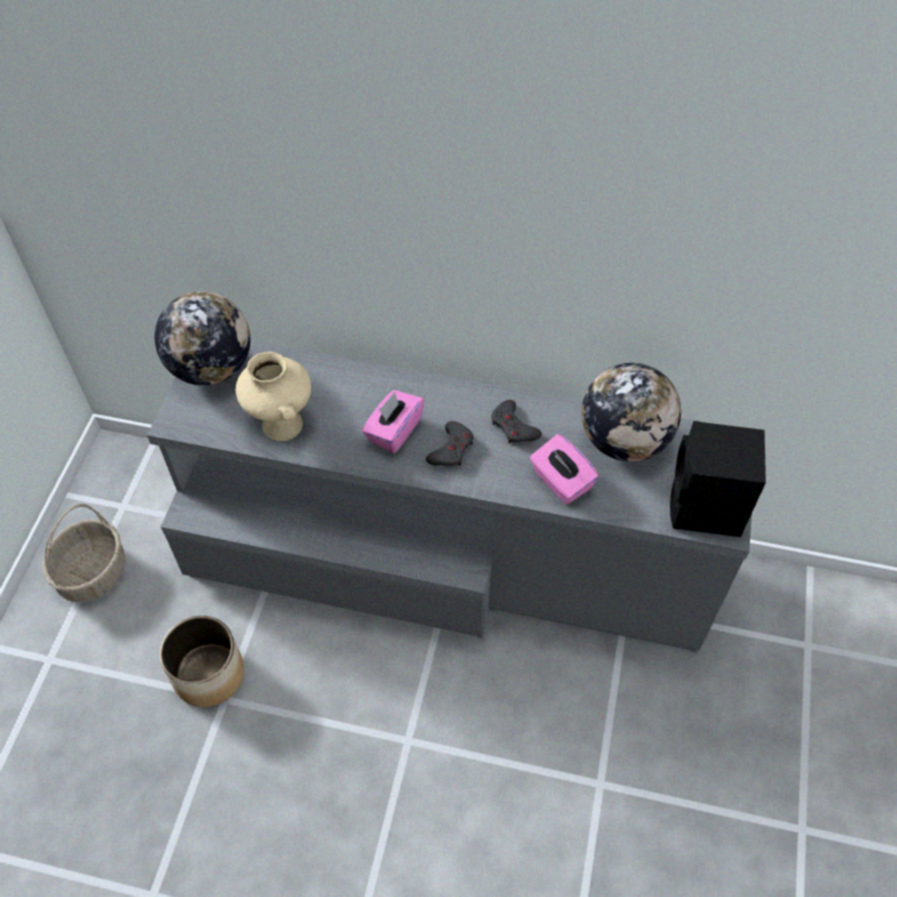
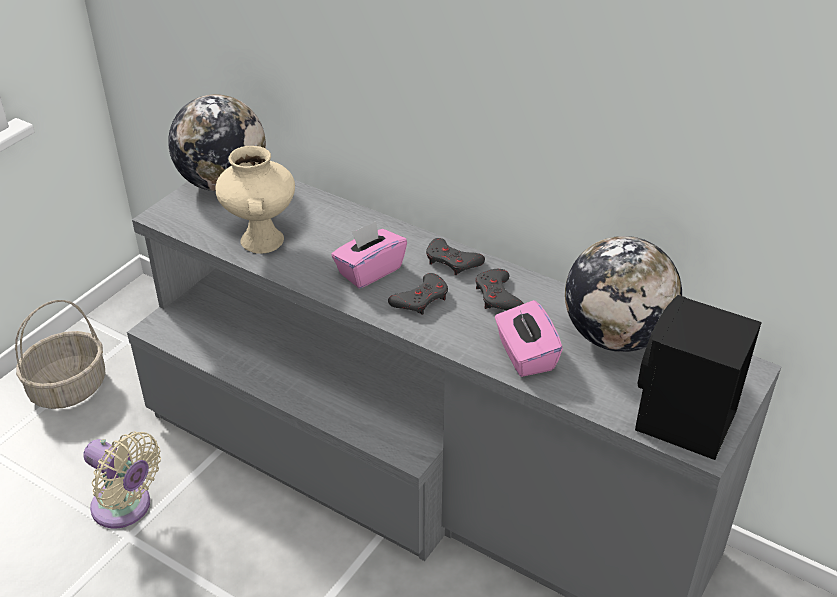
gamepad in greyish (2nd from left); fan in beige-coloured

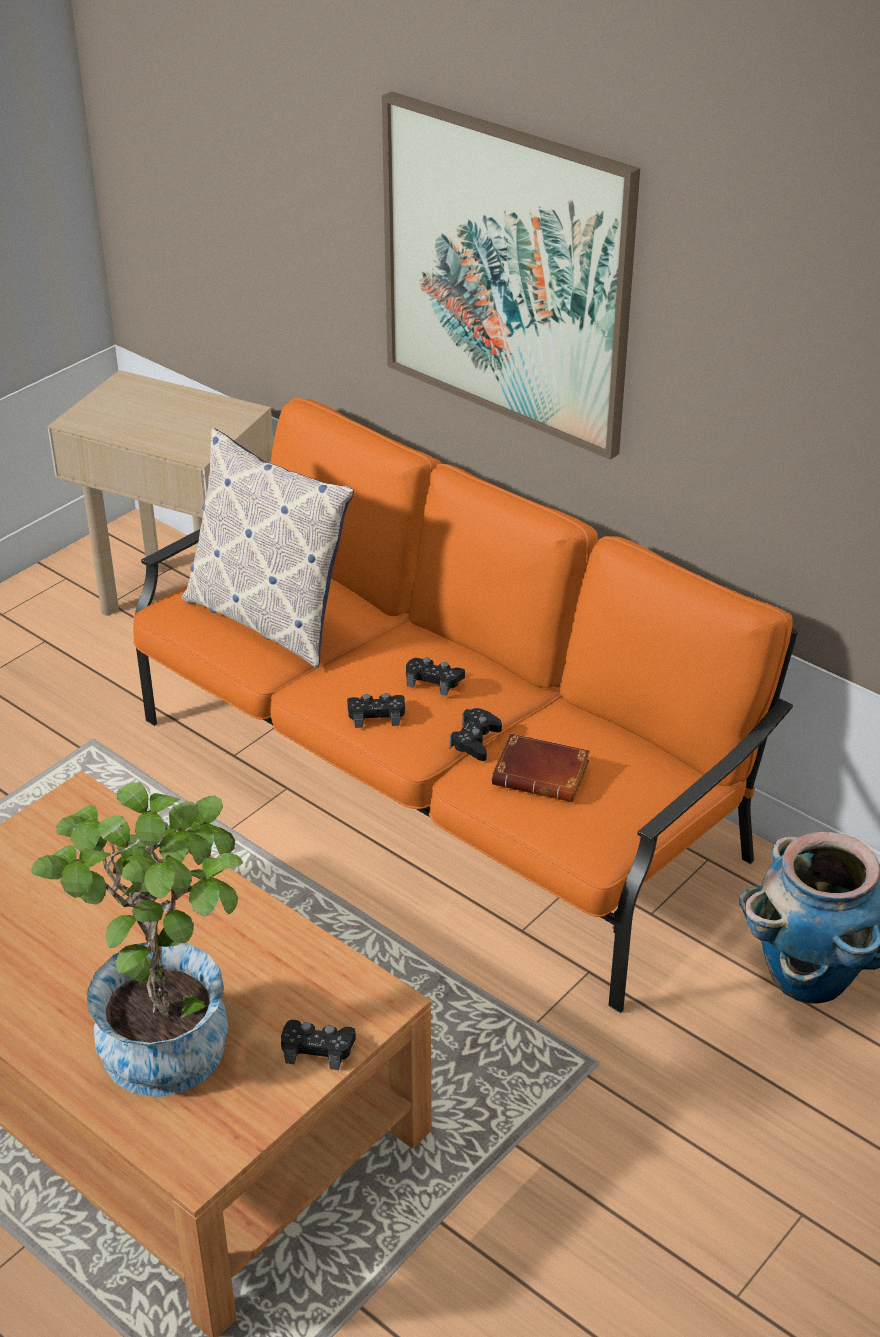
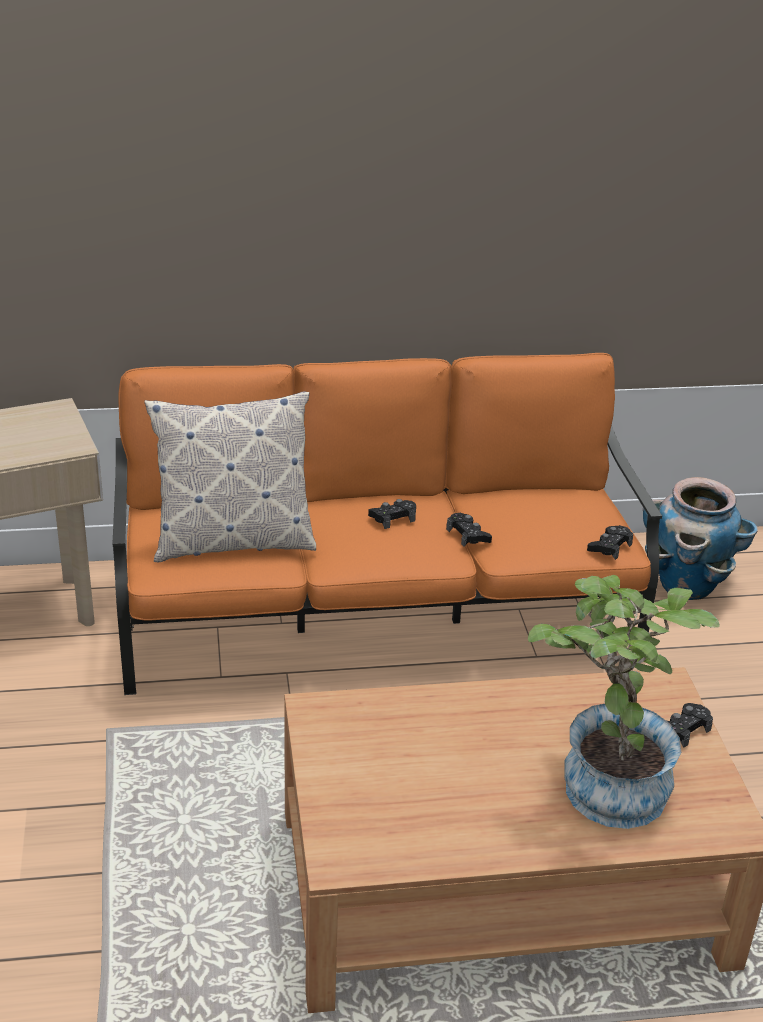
wall art; bound book in brown; gamepad in black-coloured (3rd from left)

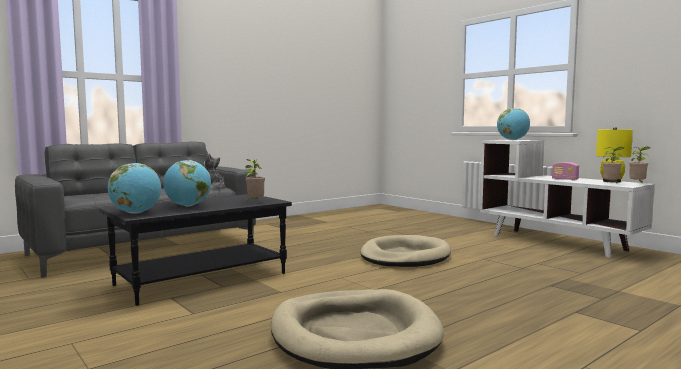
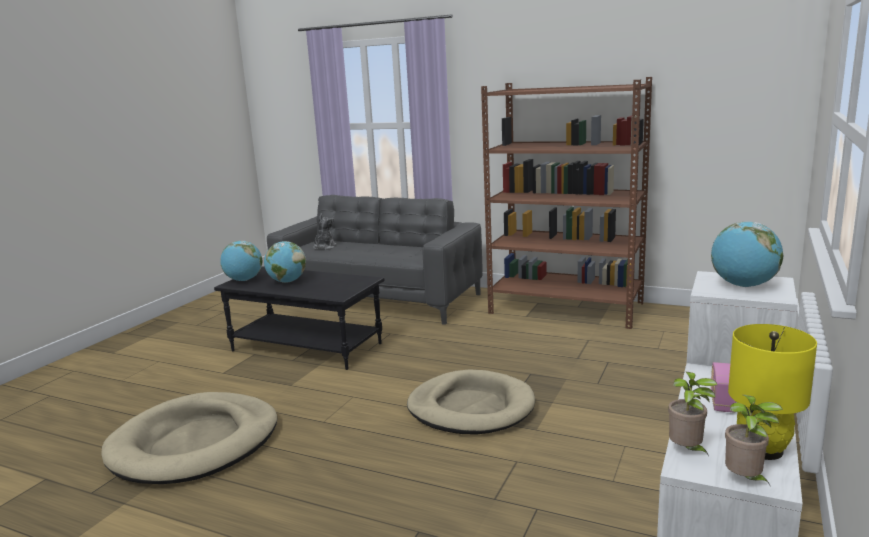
plant in a pot (1st from left in the first image); bookcase in brown; cuddly toy

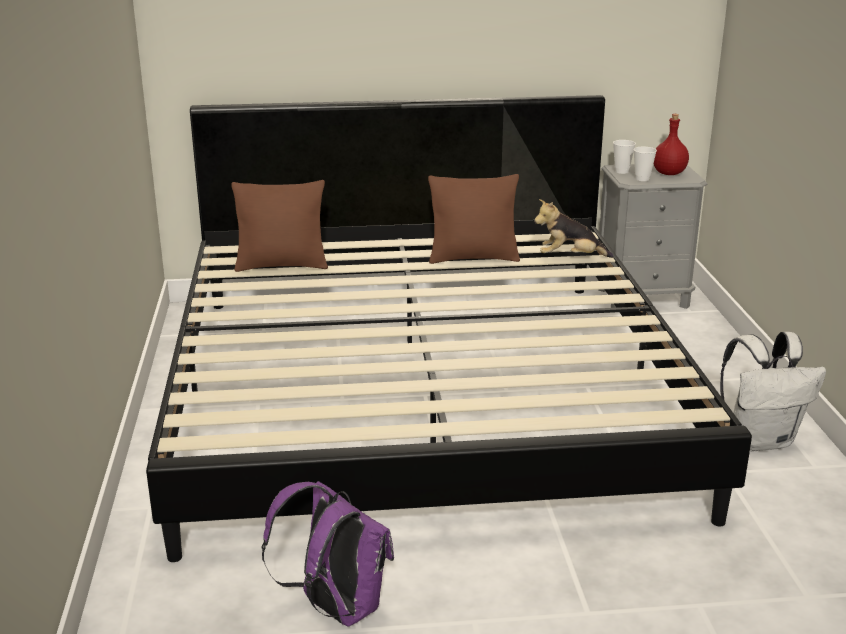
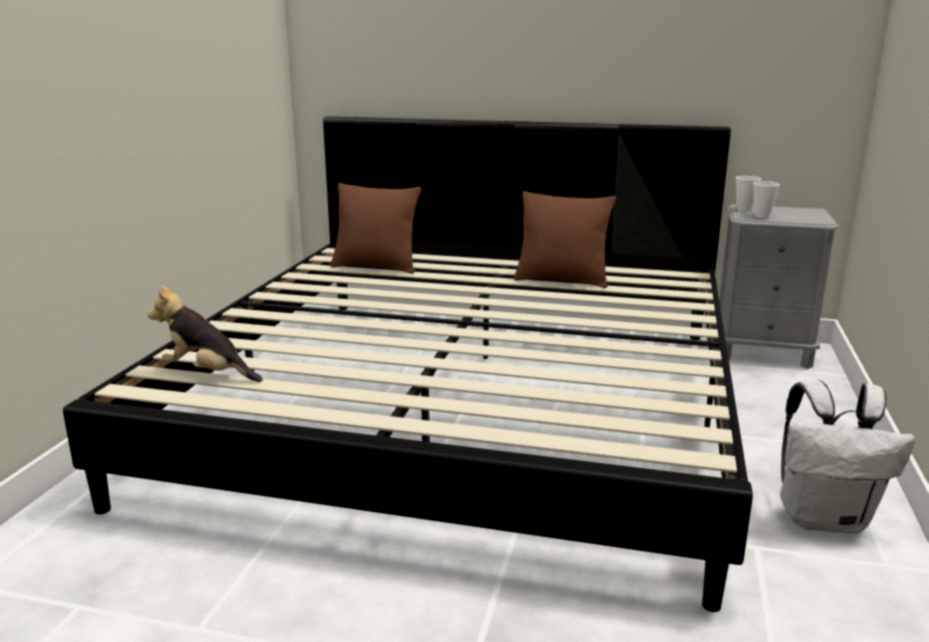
rucksack in purple-coloured; drink bottle in red; cuddly toy

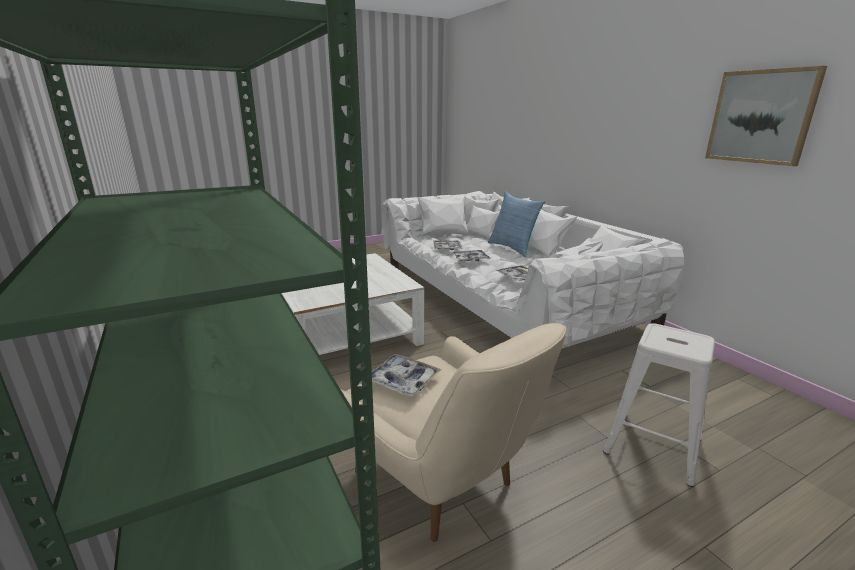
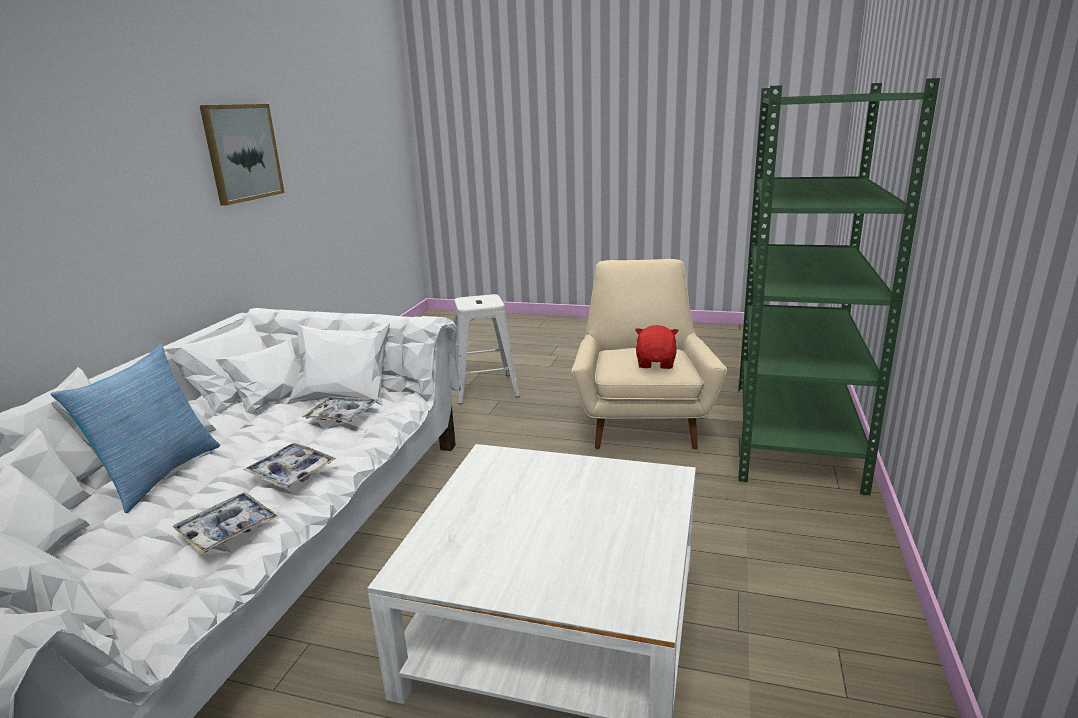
cuddly toy in red

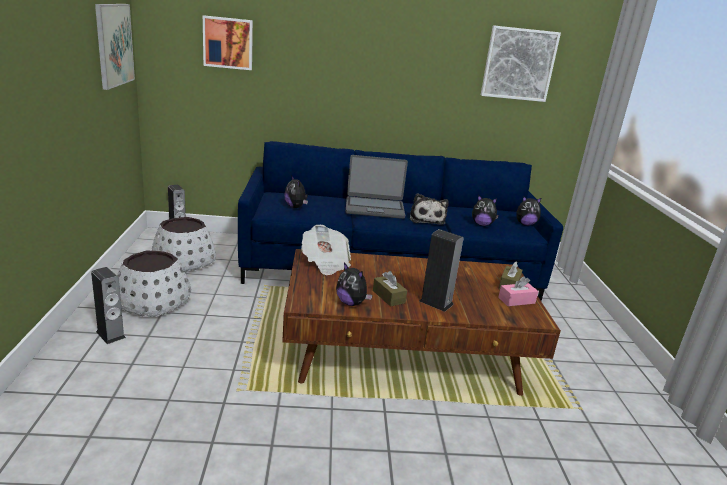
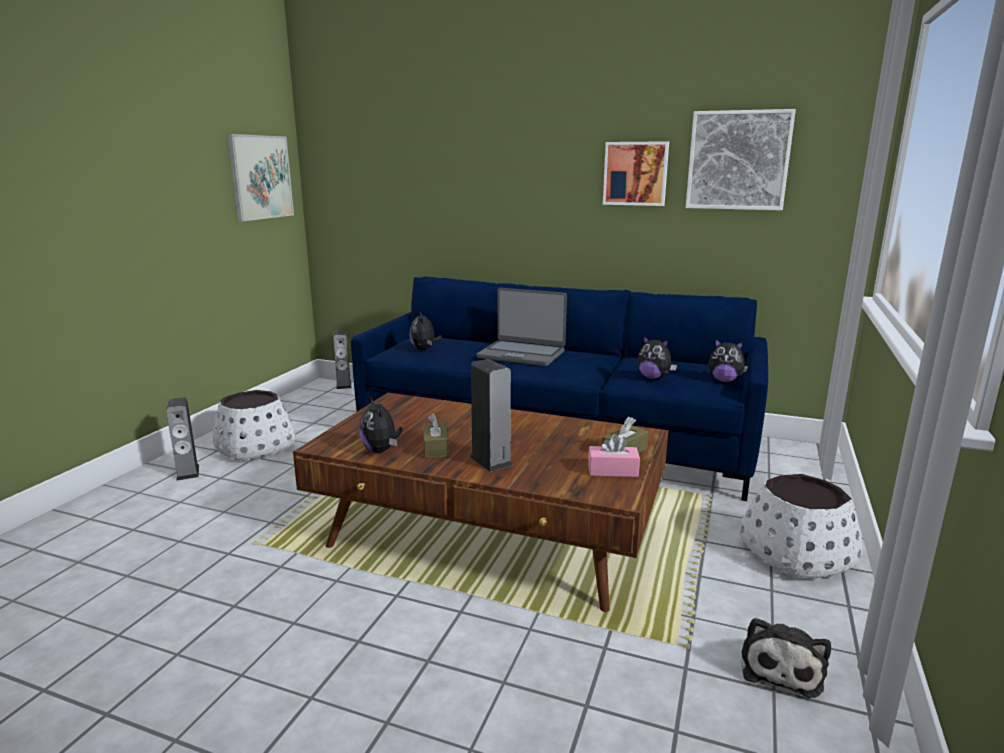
daily paper; flower pot in white-coloured (2nd from left); wall art (2nd from left); cuddly toy (5th from left)

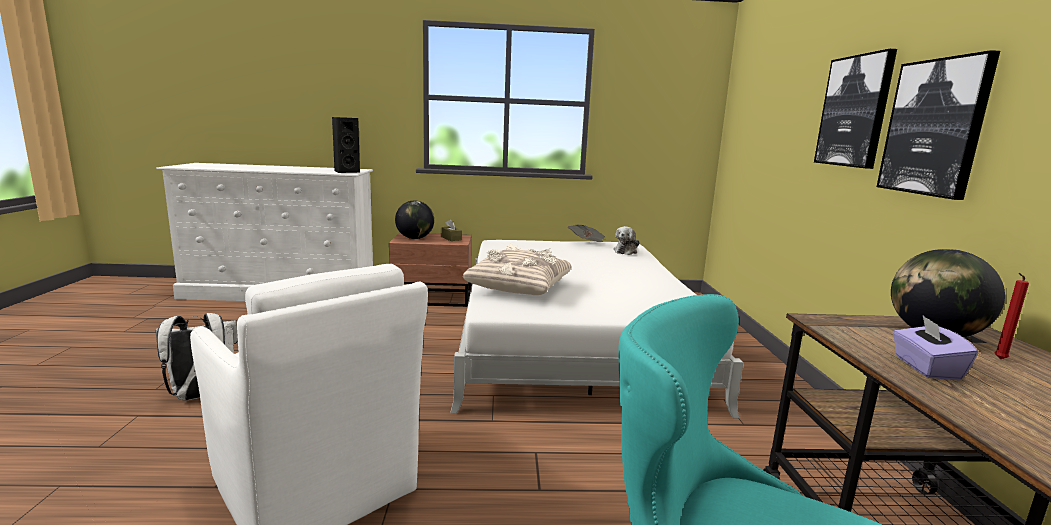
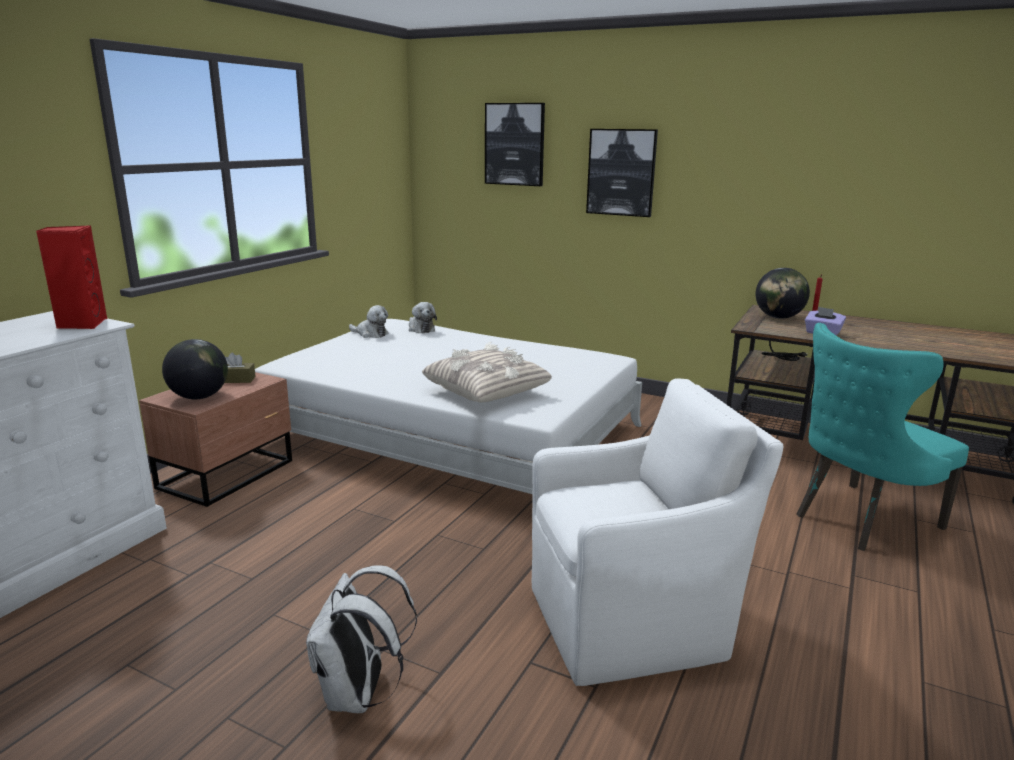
wall art (1st from left); cuddly toy (1st from left); audio speaker in red

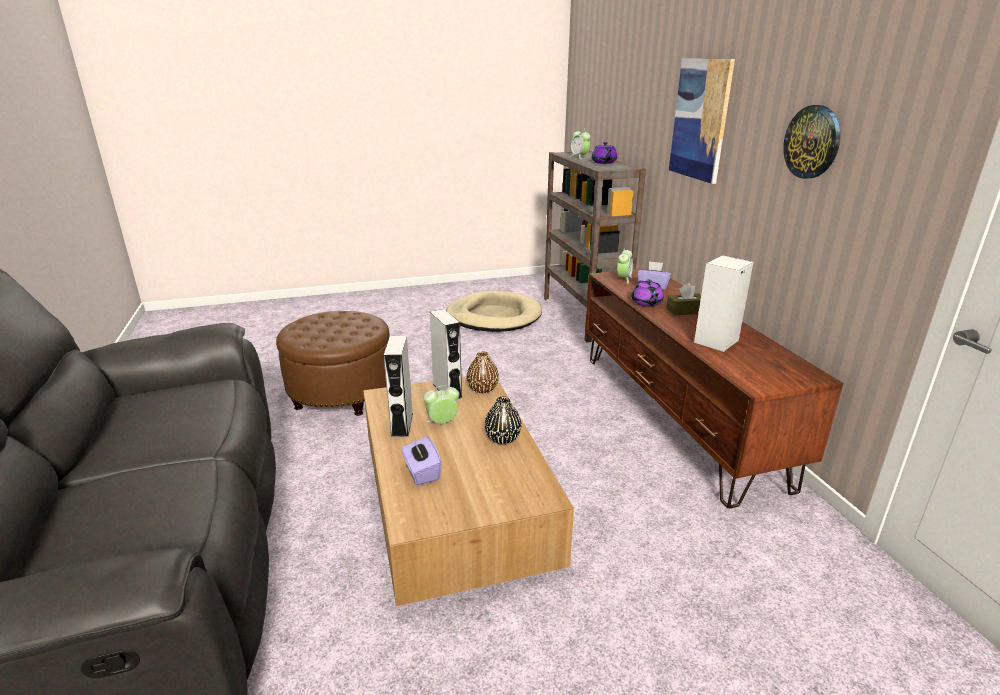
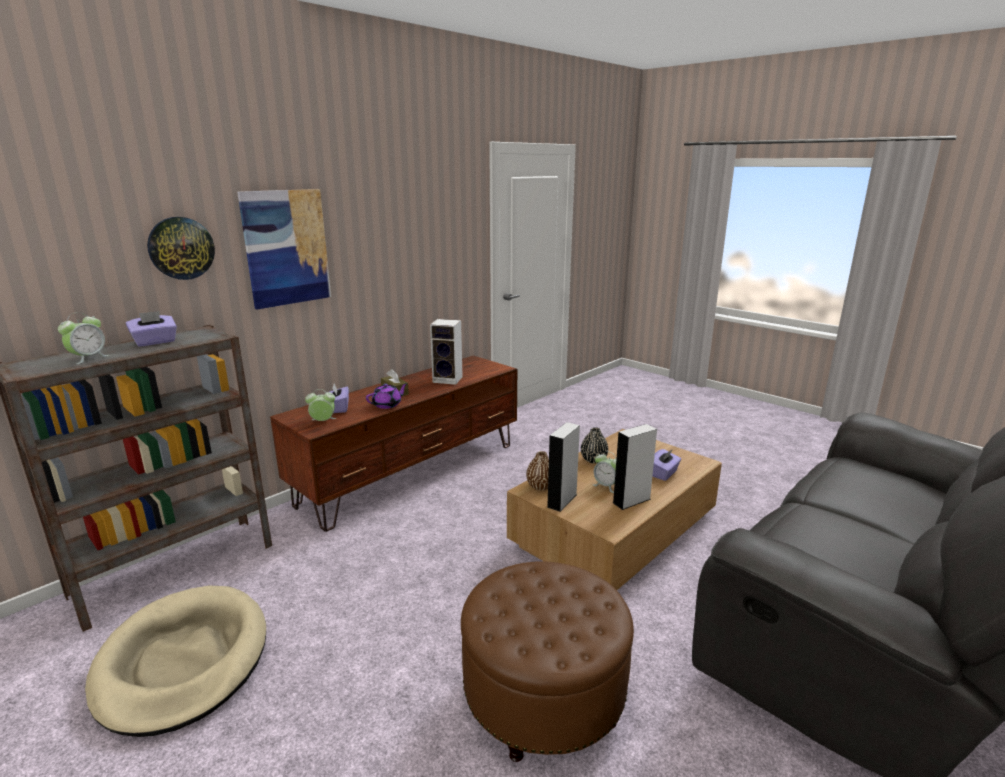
hanging clock; box of tissues in purple-coloured (1st from left)

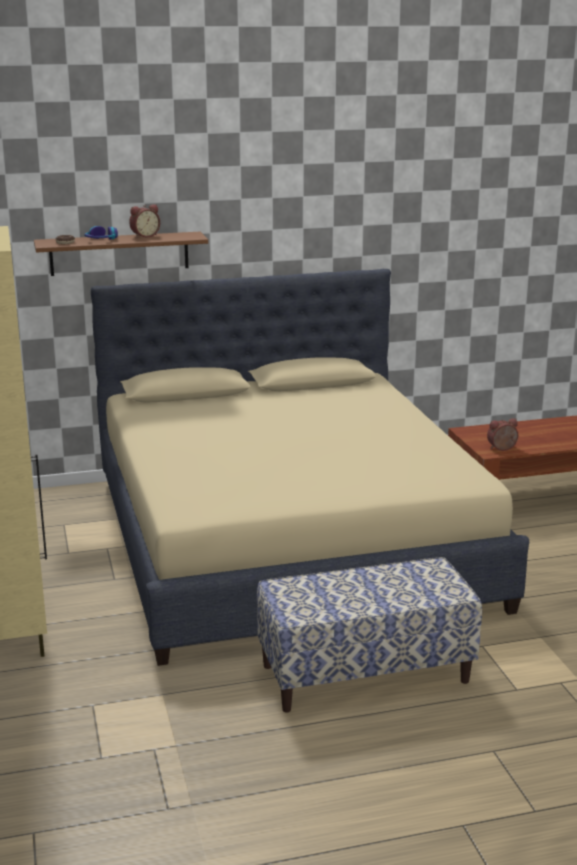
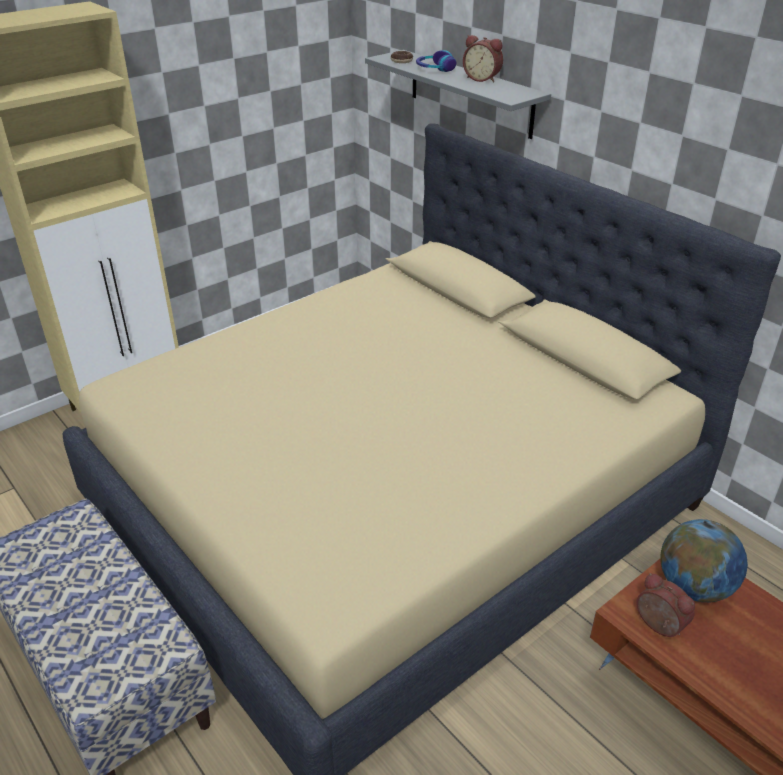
world globe; shelf in greyish

